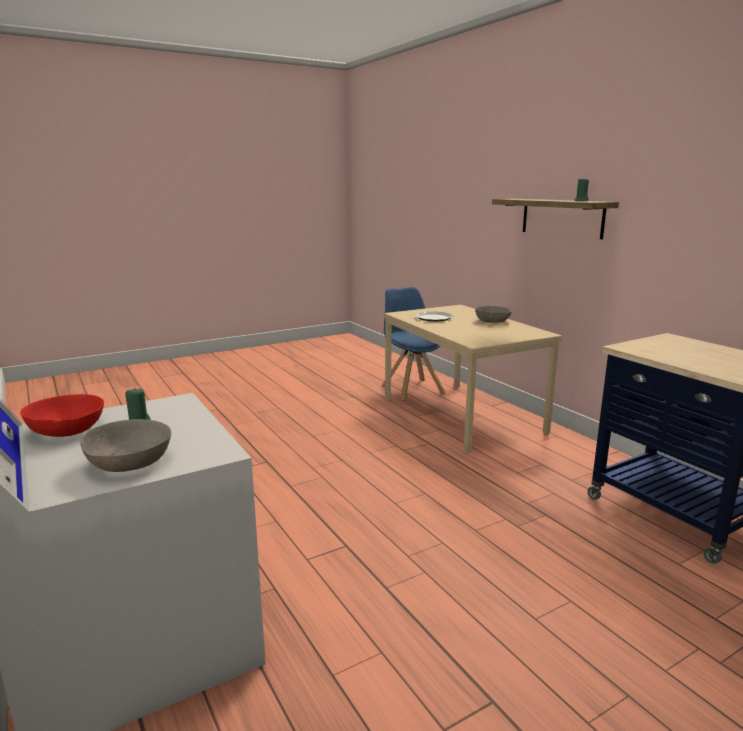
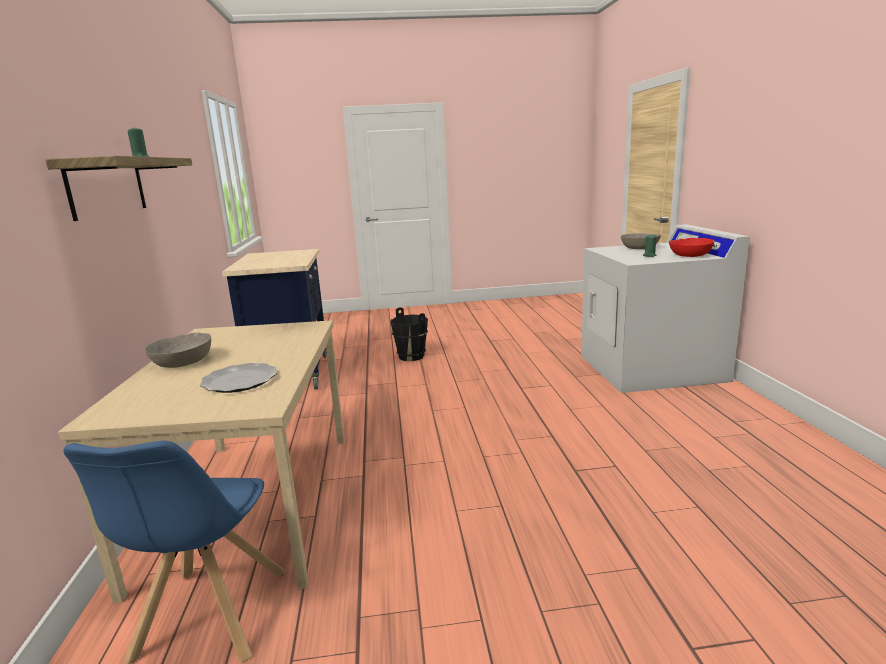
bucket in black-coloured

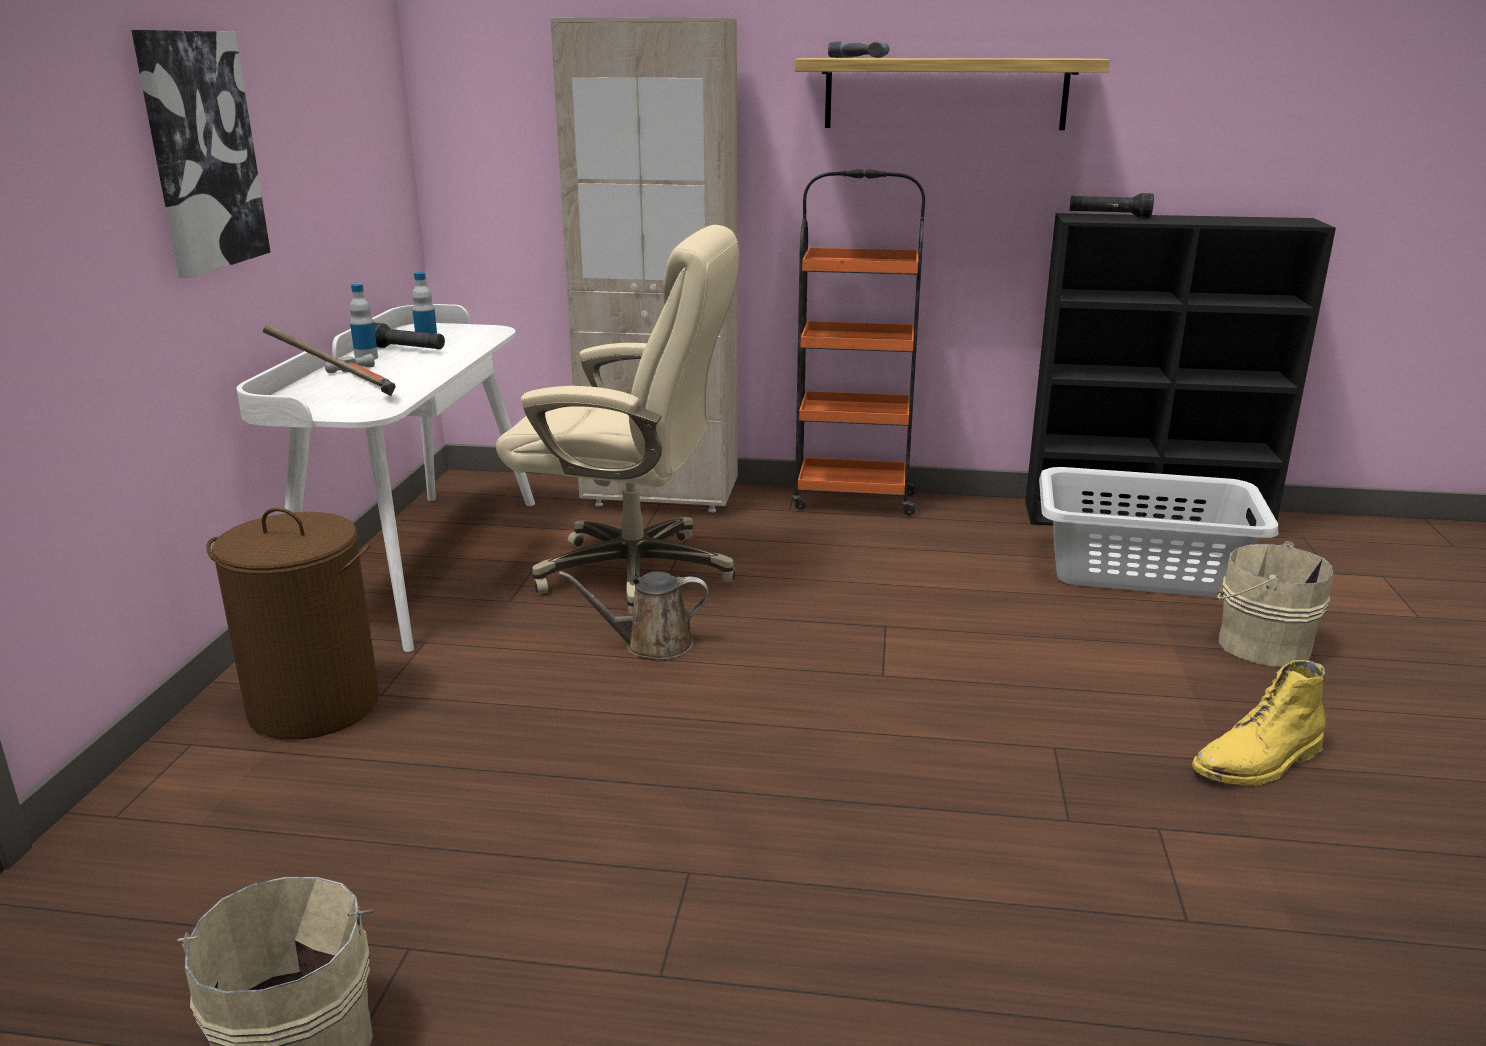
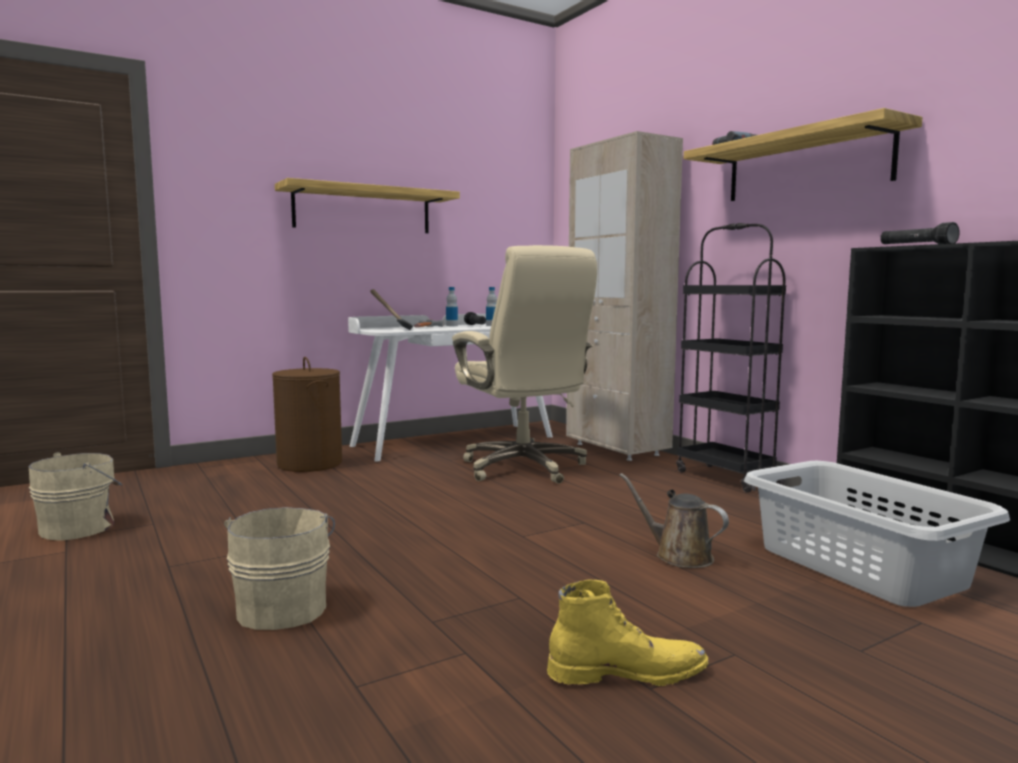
sprinkling can in brown; bucket in beige-coloured (2nd from left); shelf (1st from left); wheeled cart in black-coloured; tall boot in yellowish

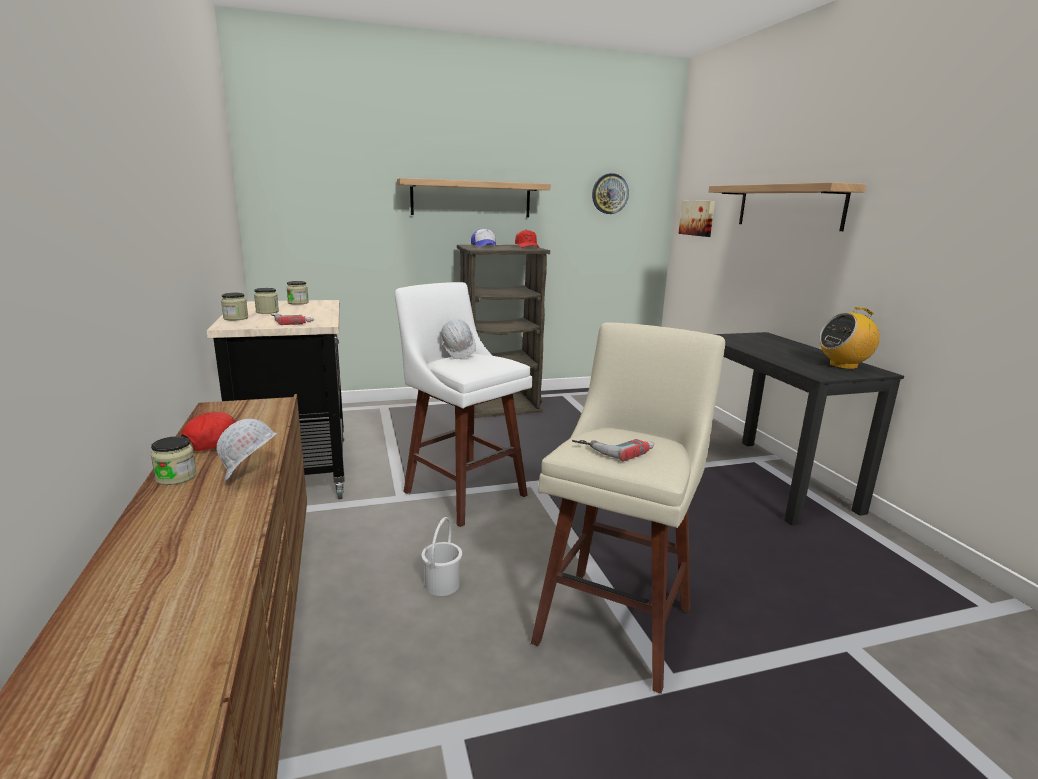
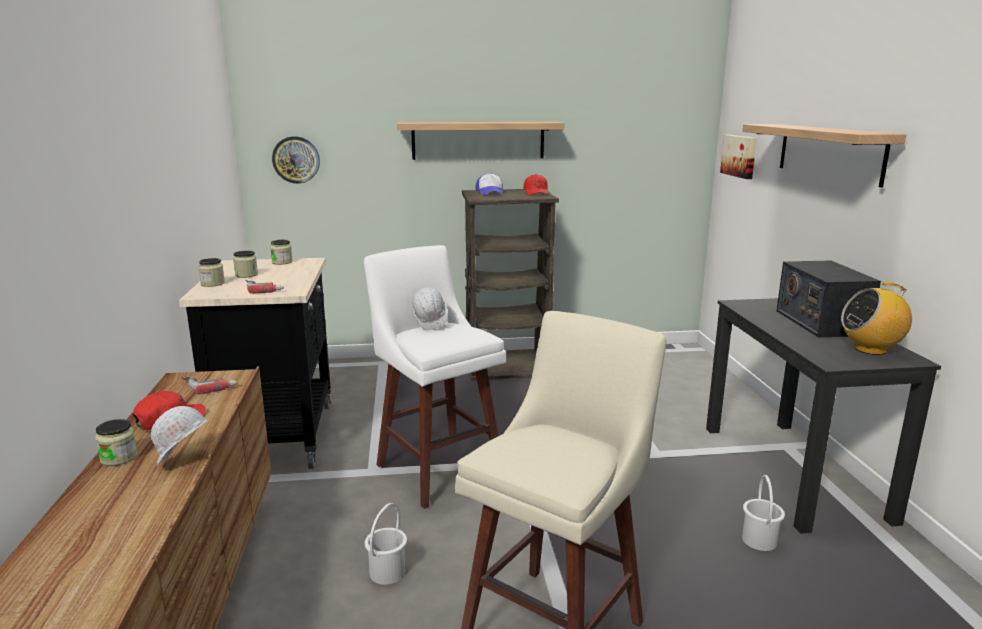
bucket in white-coloured (2nd from left); radio receiver (1st from left); electric drill (1st from left); hanging clock

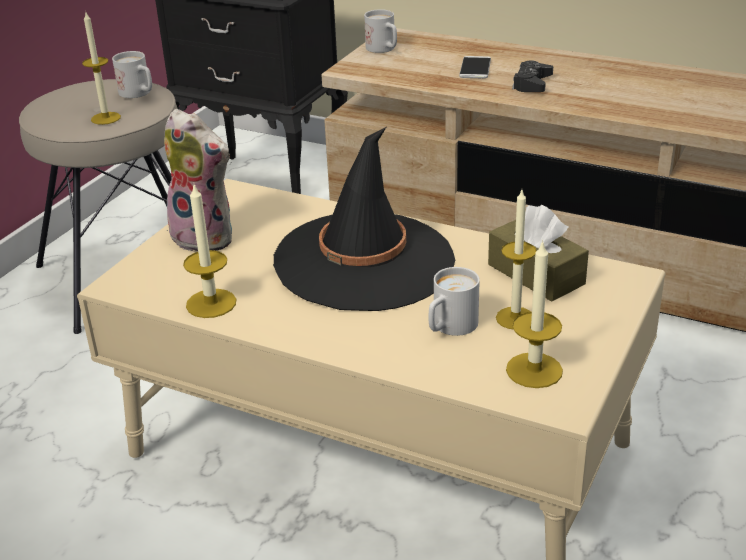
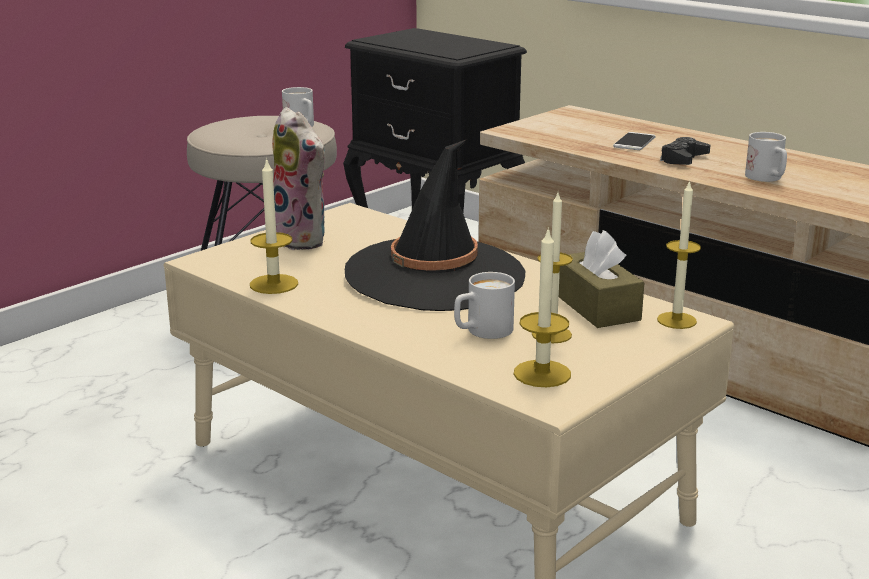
candle (4th from left); tea mug in white-coloured (3rd from left)

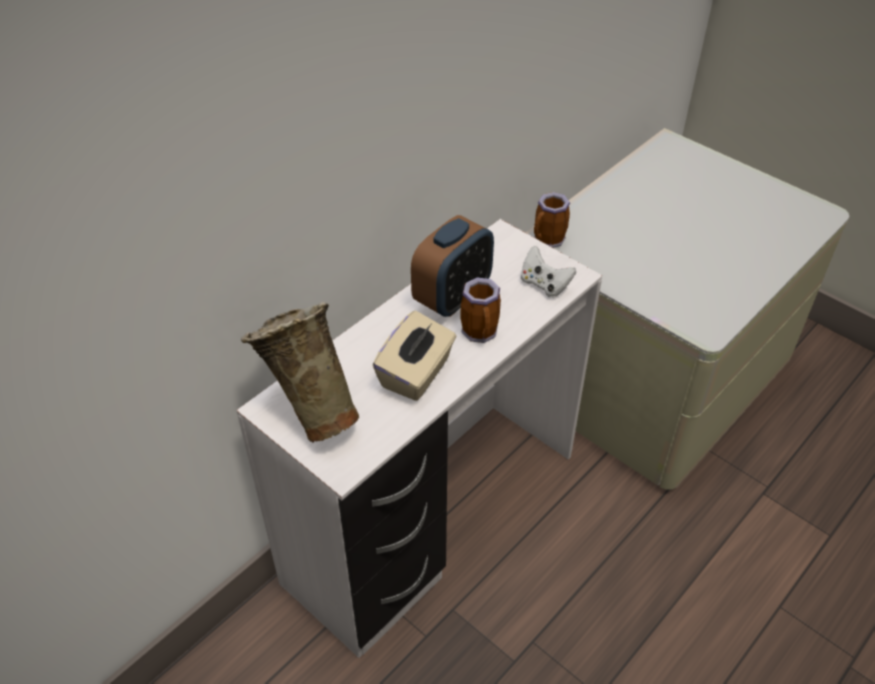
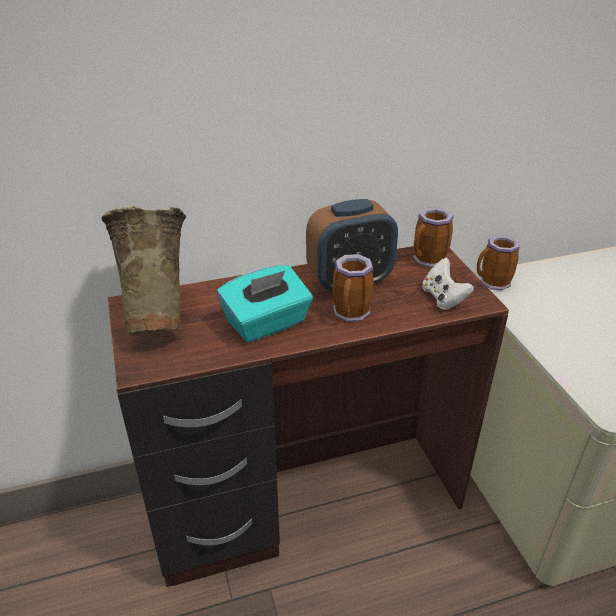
tea mug (2nd from left); desk table in brown; box of tissues in turquoise-coloured

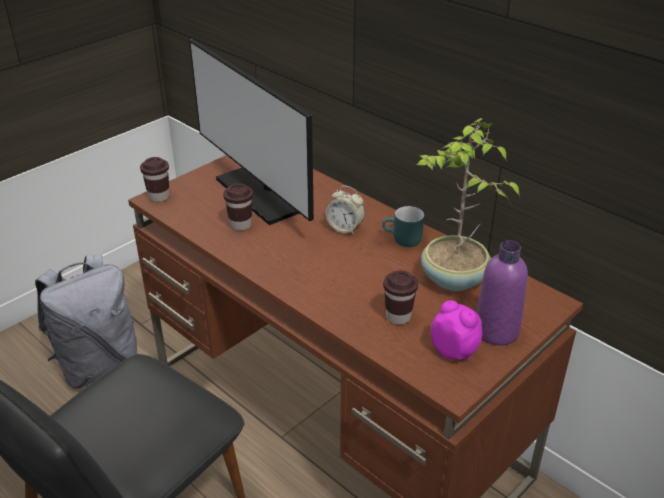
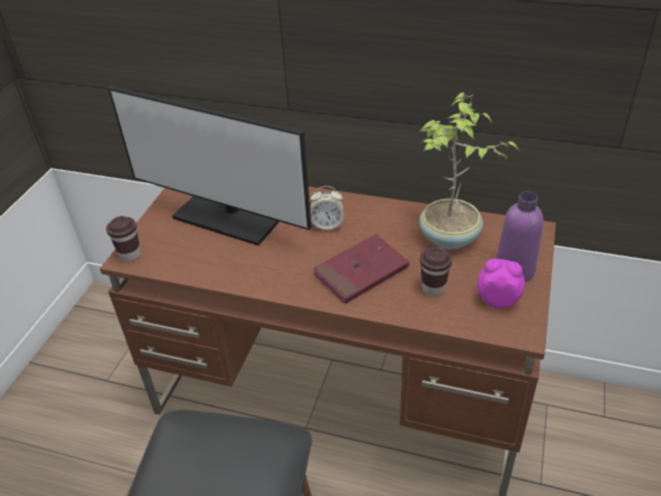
rucksack in greyish; cup in brown (2nd from left in the first image); tea mug in turquoise-coloured; bound book in red

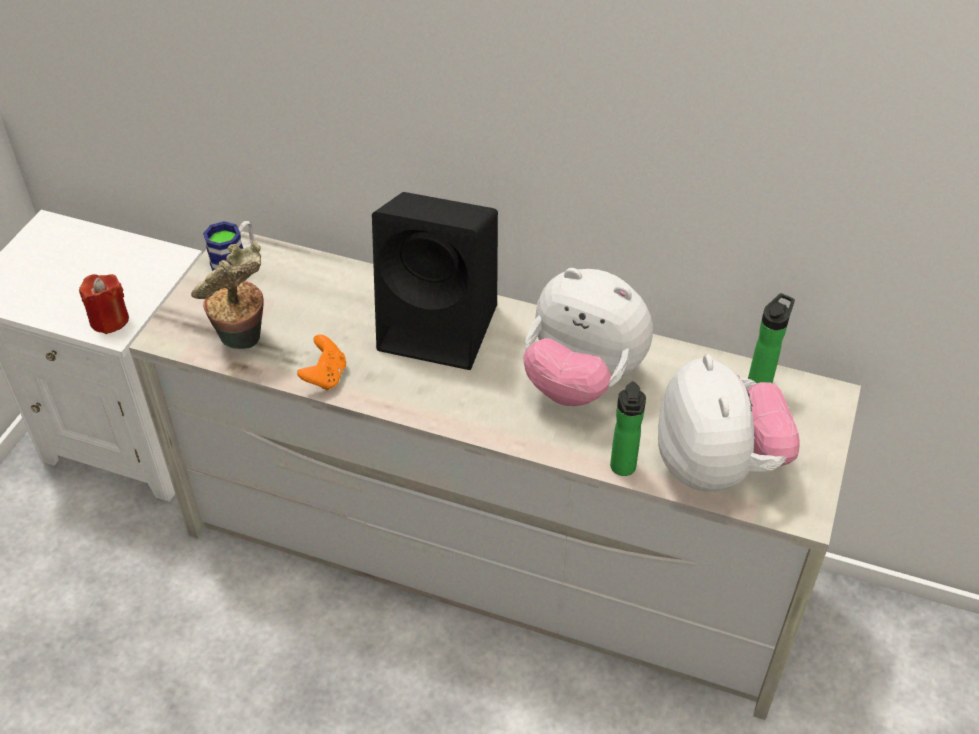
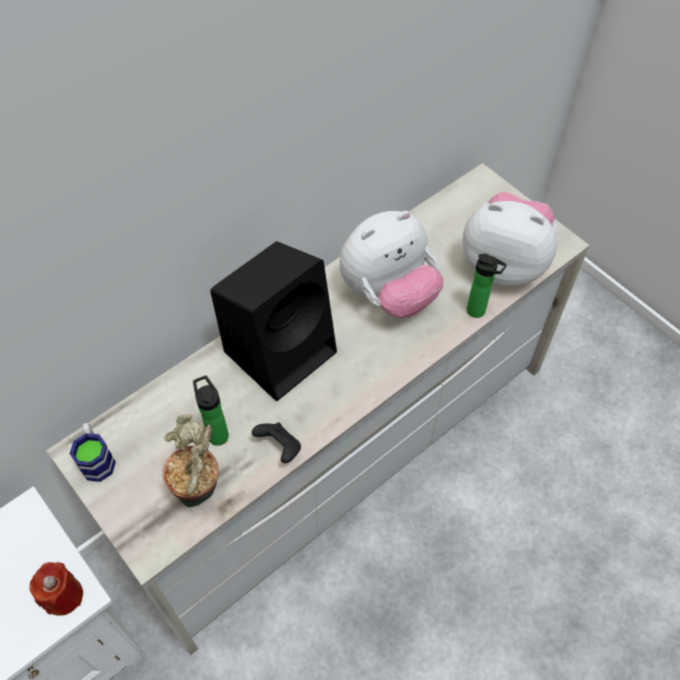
drink bottle (1st from left); gamepad in black-coloured

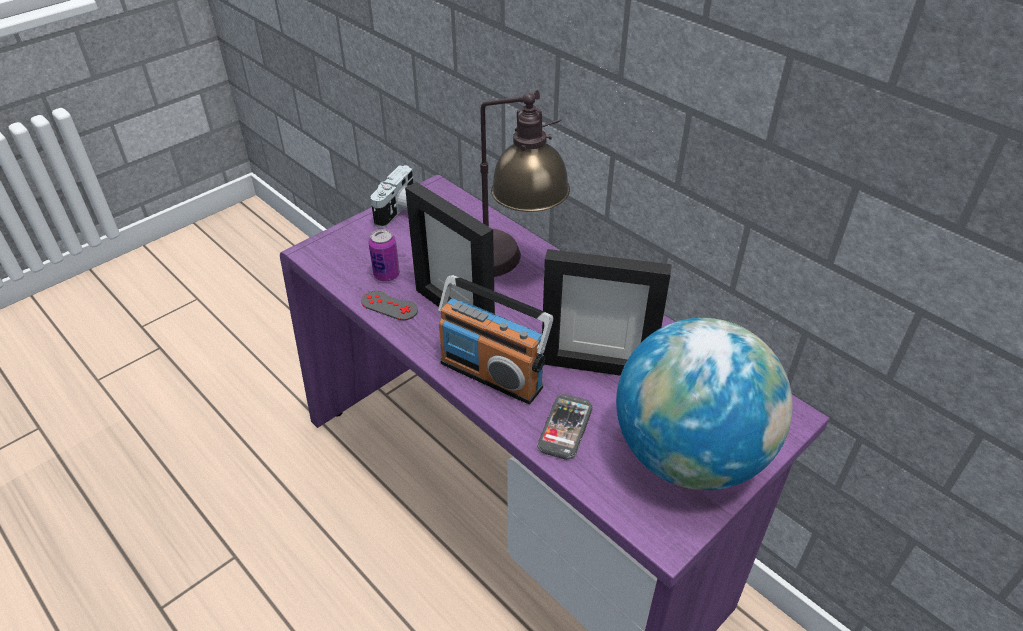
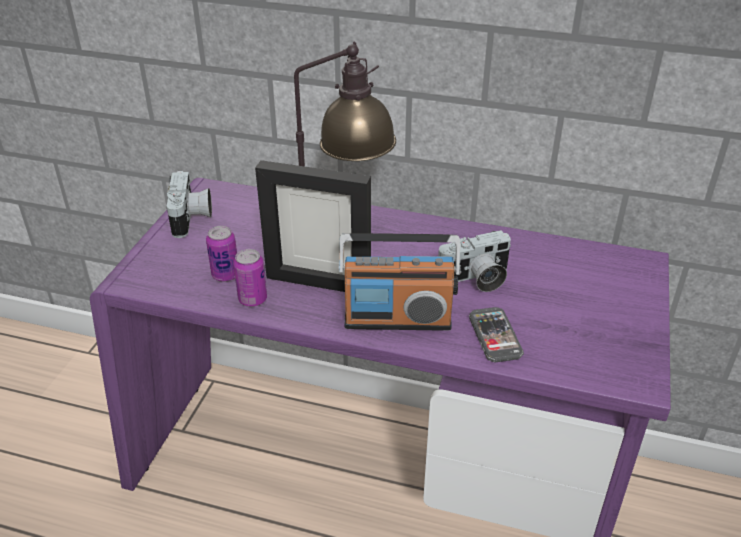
world globe; metal can (2nd from left); photo camera (2nd from left)

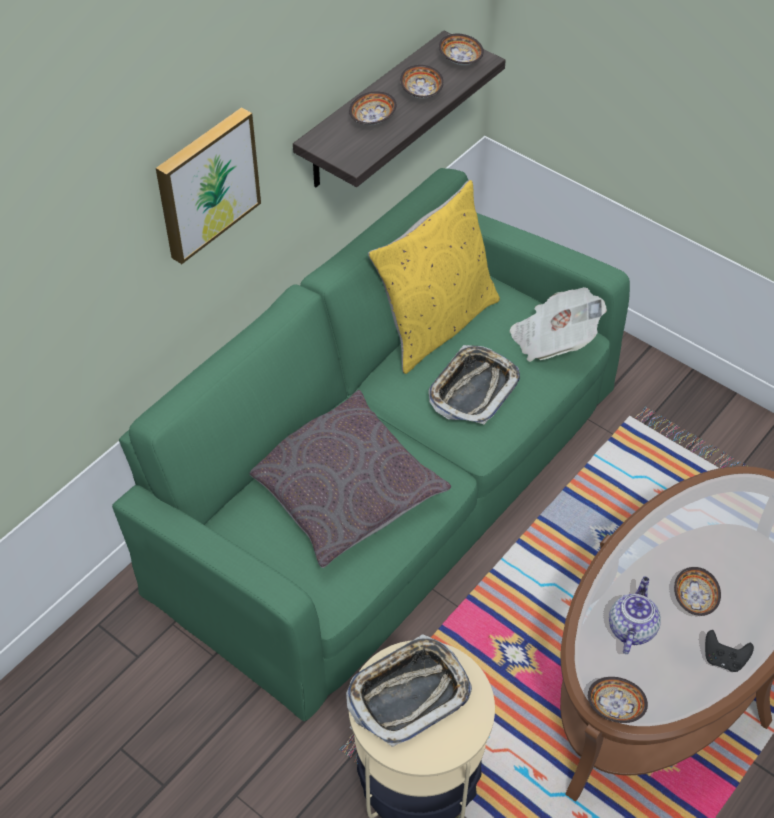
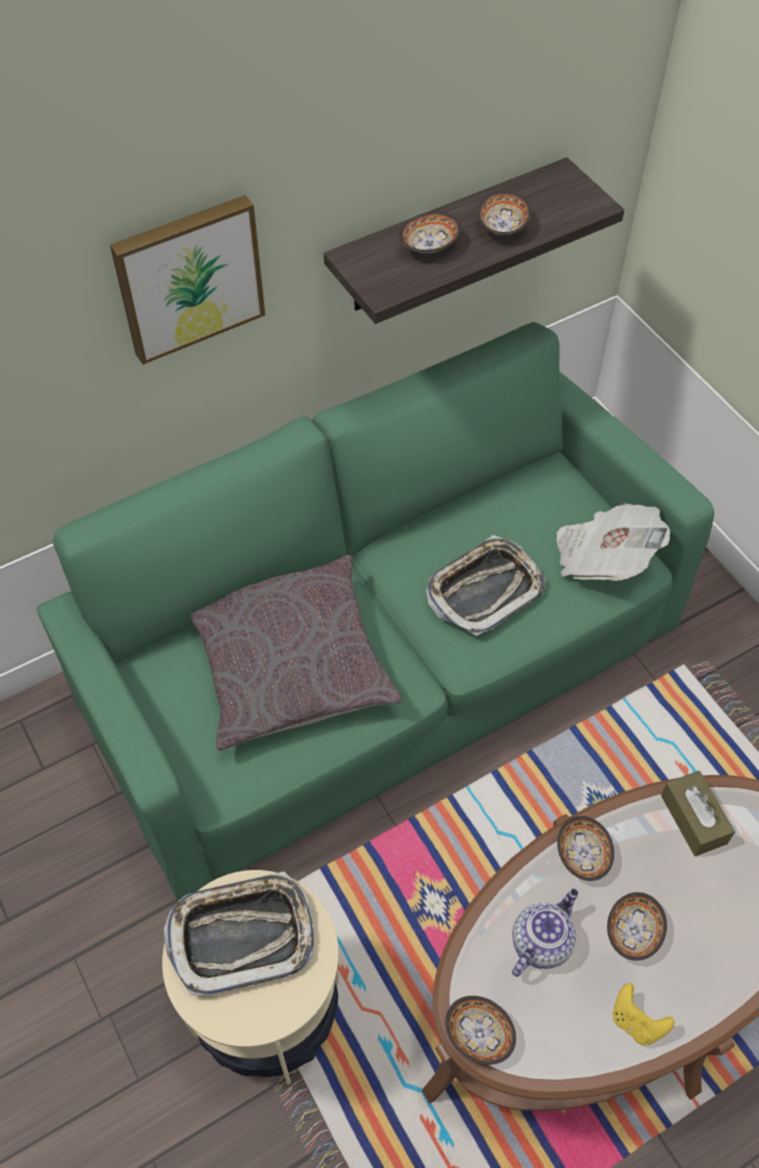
throw pillow in yellowish; box of tissues in brown; deep dish (4th from left); gamepad in yellowish

